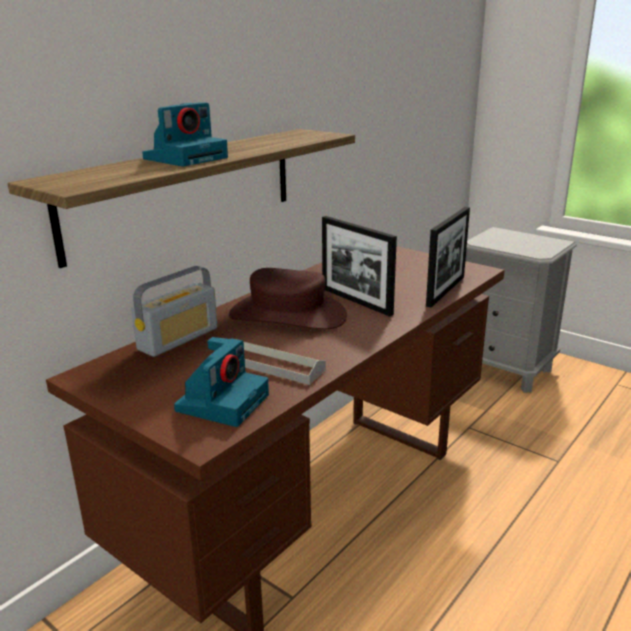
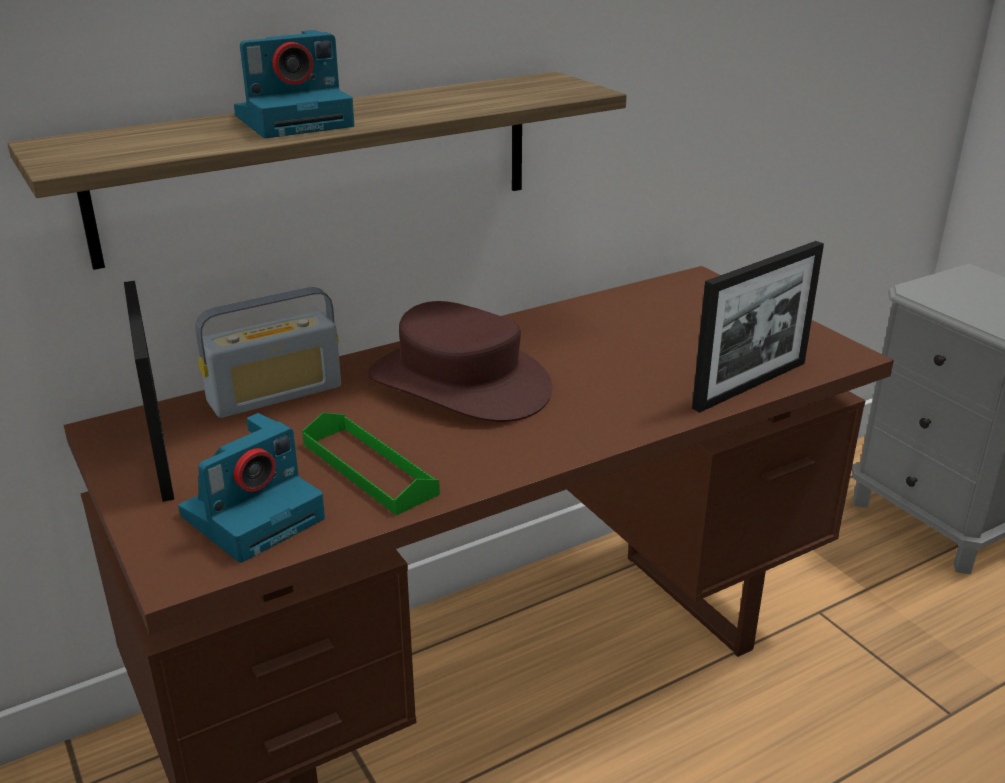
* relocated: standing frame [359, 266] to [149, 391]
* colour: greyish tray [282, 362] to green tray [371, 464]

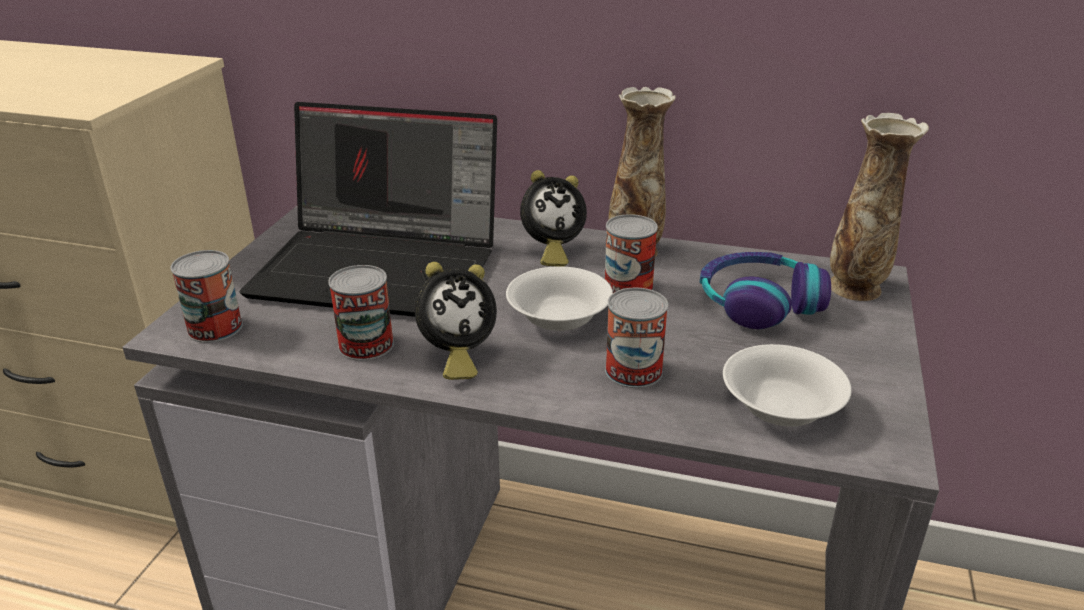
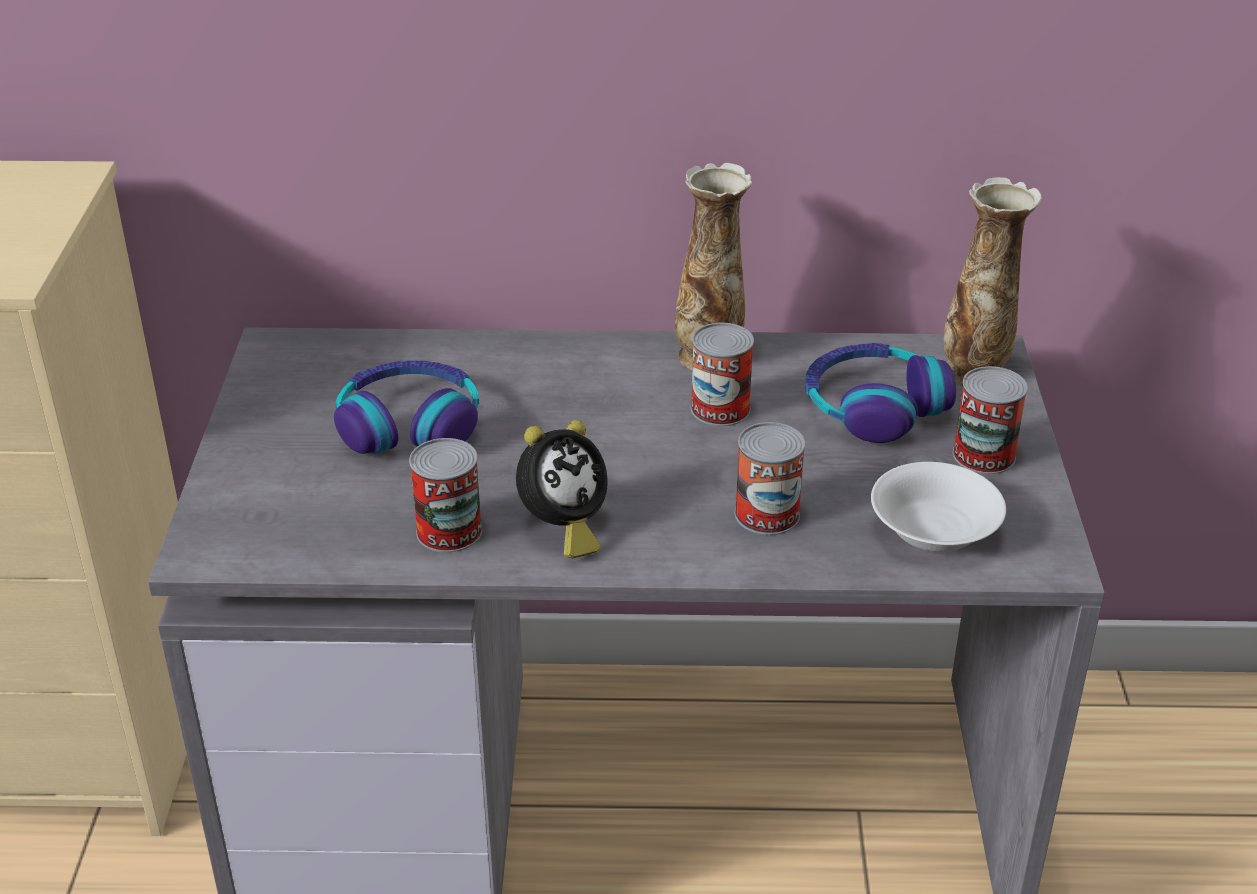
* missing: whitish deep dish [559, 298]
* missing: alarm clock [553, 218]
* relocated: can [206, 296] to [990, 420]
* exchanged: portable computer [368, 209] to pair of headphones [406, 407]

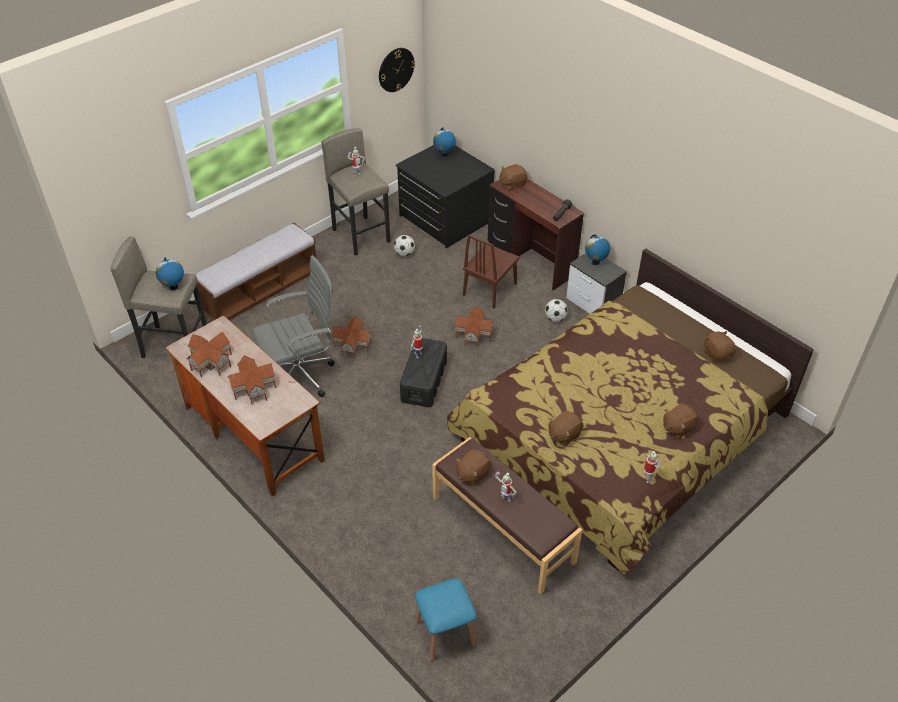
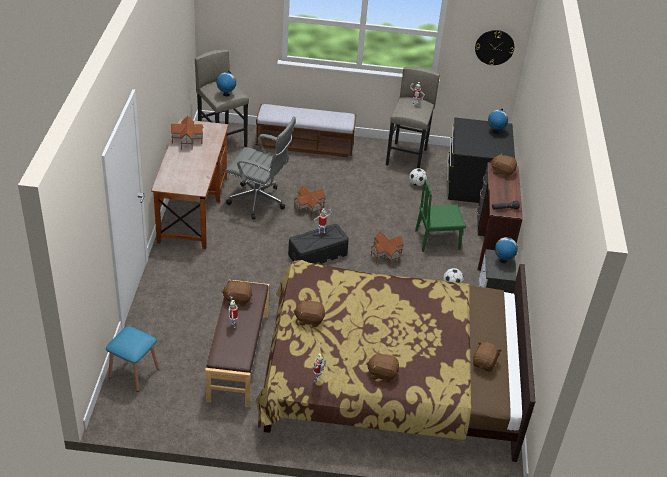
* missing: miniature house [251, 380]
* colour: brown plain chair [491, 272] to green plain chair [440, 215]

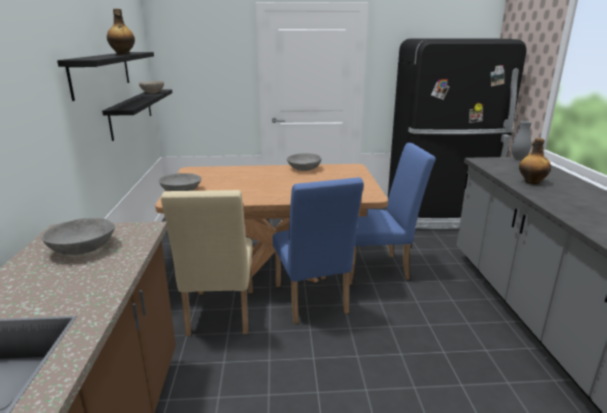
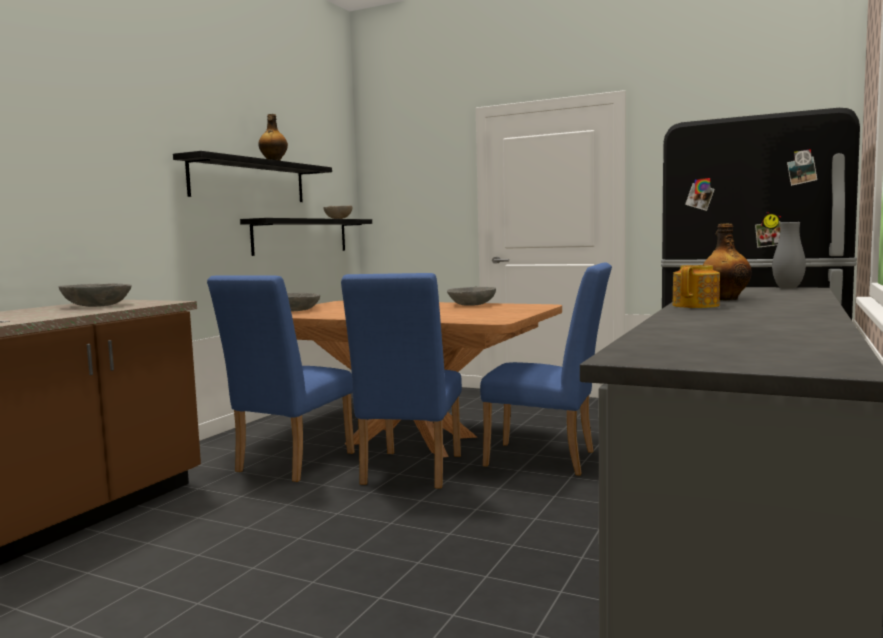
* appeared: pot for tea [696, 286]
* colour: beige plain chair [207, 263] to bluish plain chair [281, 379]

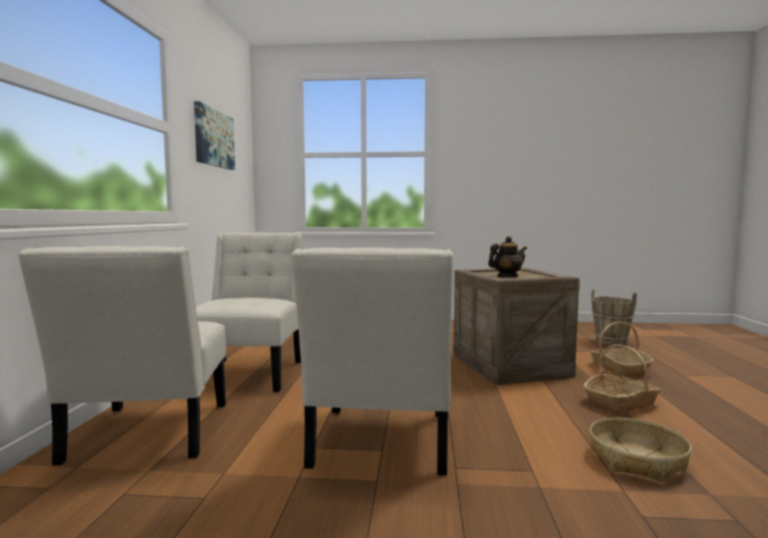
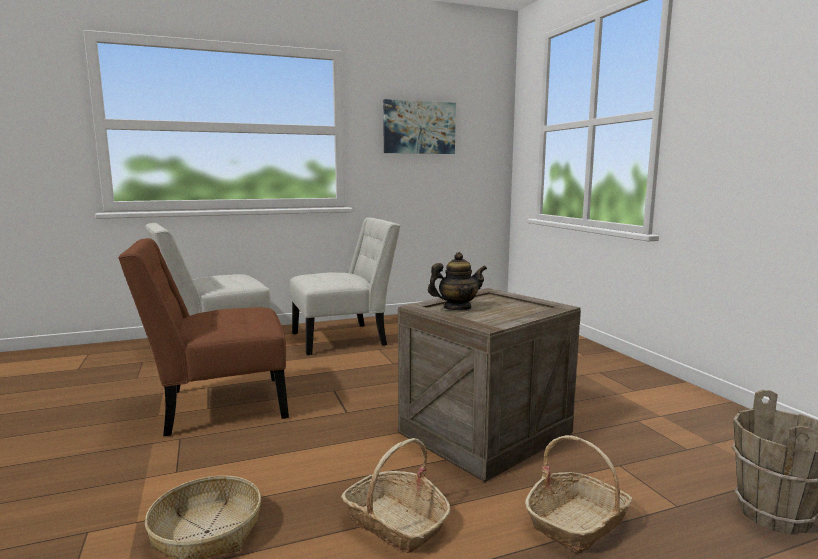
* colour: whitish plain chair [372, 361] to brown plain chair [203, 337]
* spun: pot for tea [507, 256] = [457, 281] 60 degrees counterclockwise

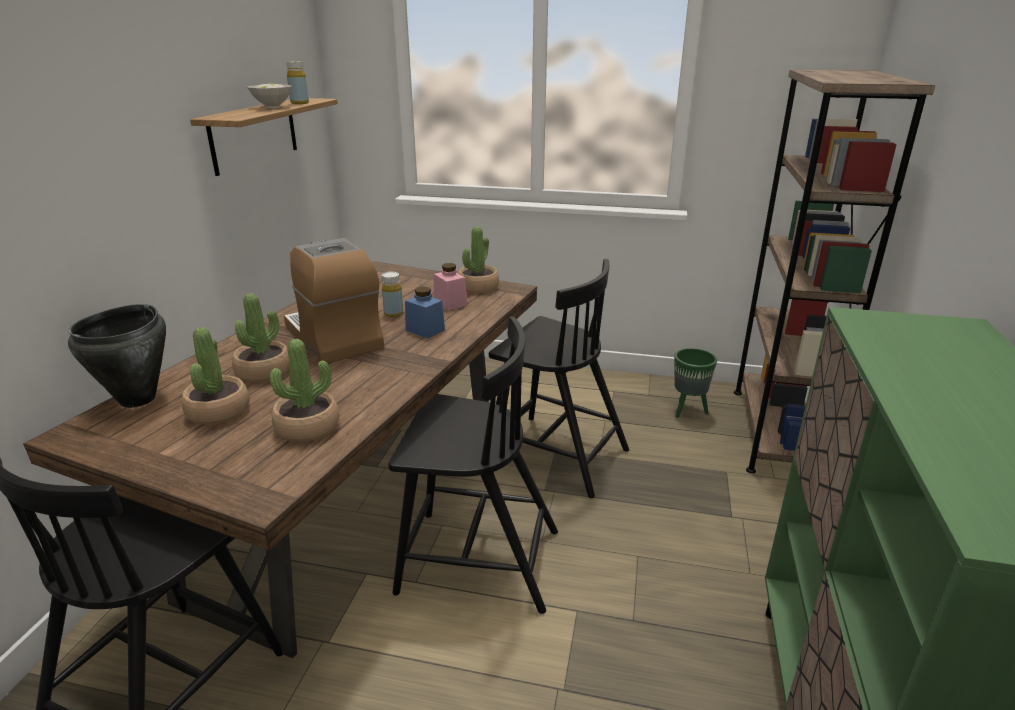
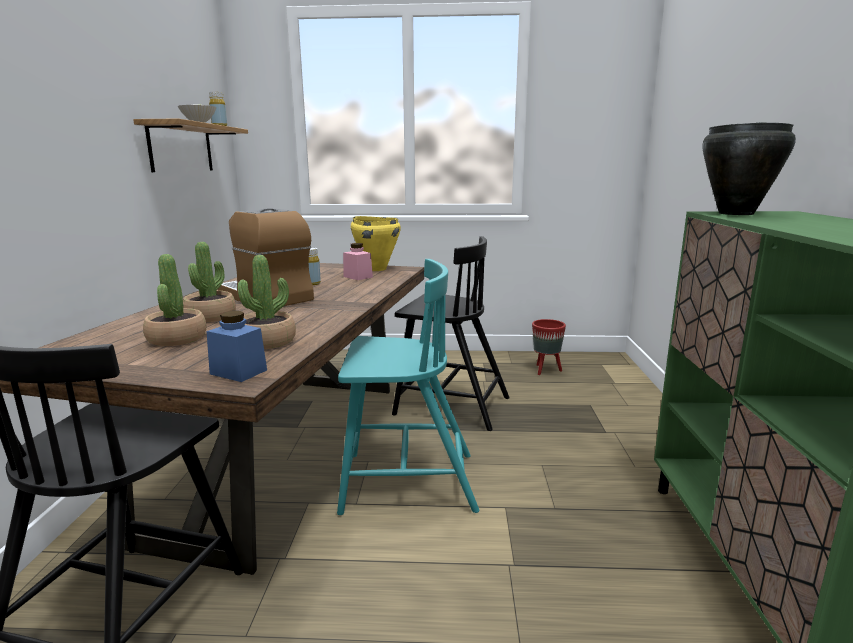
* missing: brown bookshelf [834, 272]
* relocated: black-coloured stockpot [117, 356] to [749, 168]
* relocated: bluish storage jar [425, 312] to [236, 346]
* exchanged: houseplant [478, 260] to yellow stockpot [376, 243]
* colour: black-coloured plain chair [473, 465] to blue-green plain chair [408, 387]
* colour: green planter [695, 383] to red-coloured planter [549, 347]

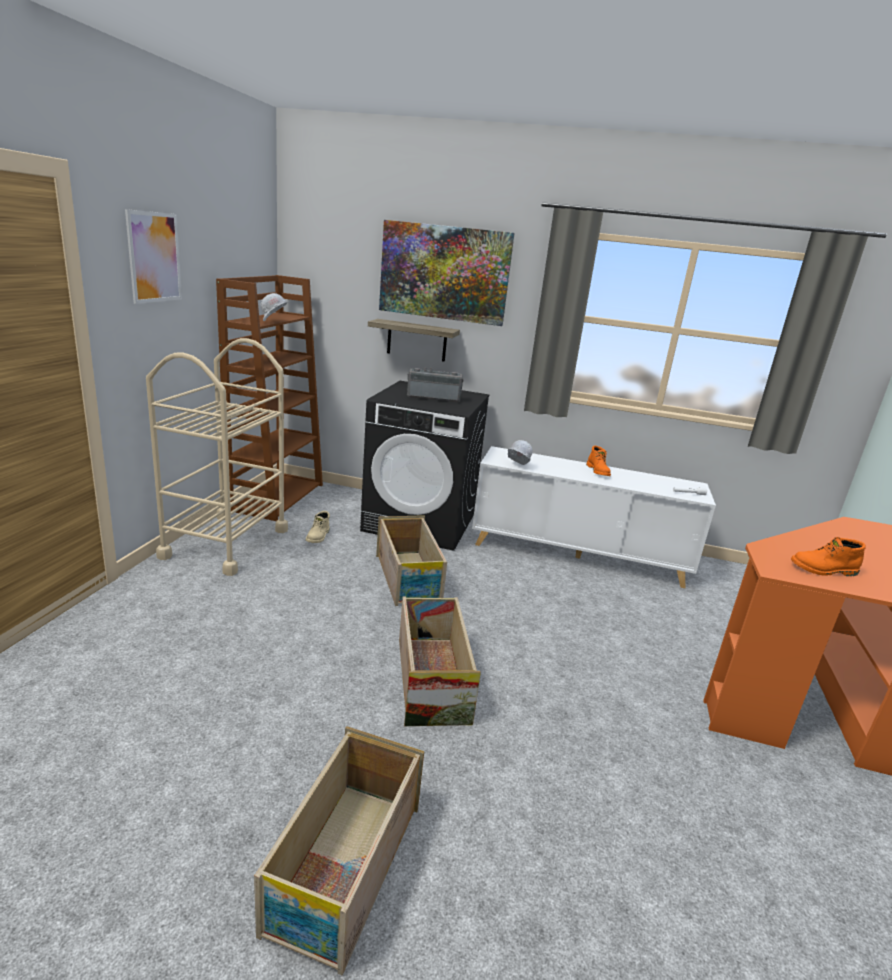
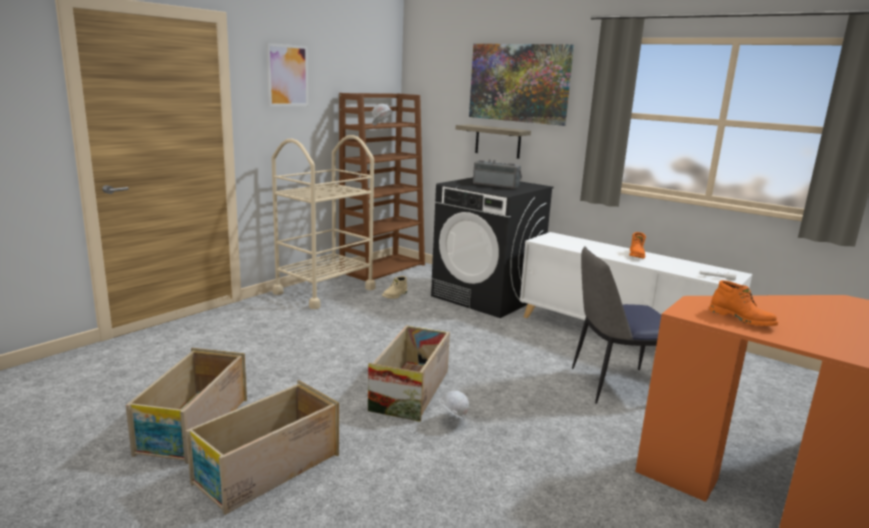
* appeared: plain chair [616, 325]
* relocated: packing crate [411, 560] to [186, 406]
* relocated: whitish work helmet [520, 452] to [454, 405]
* spun: orangey tall boot [828, 556] = [743, 303] 150 degrees counterclockwise

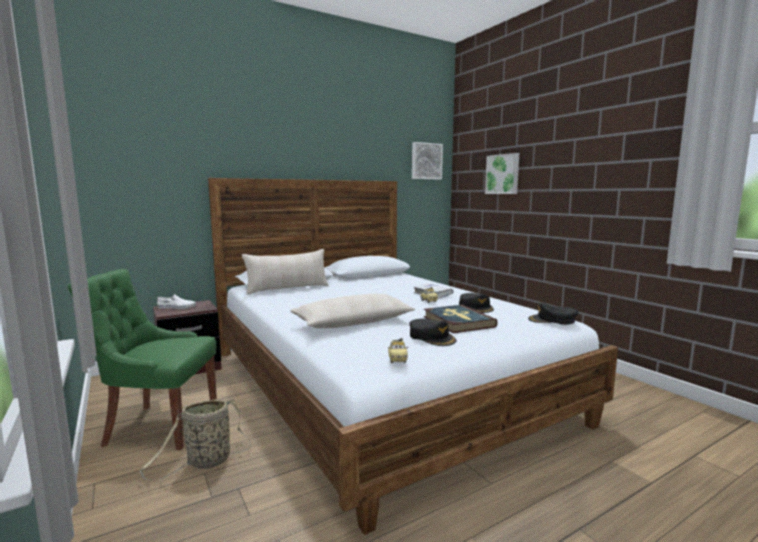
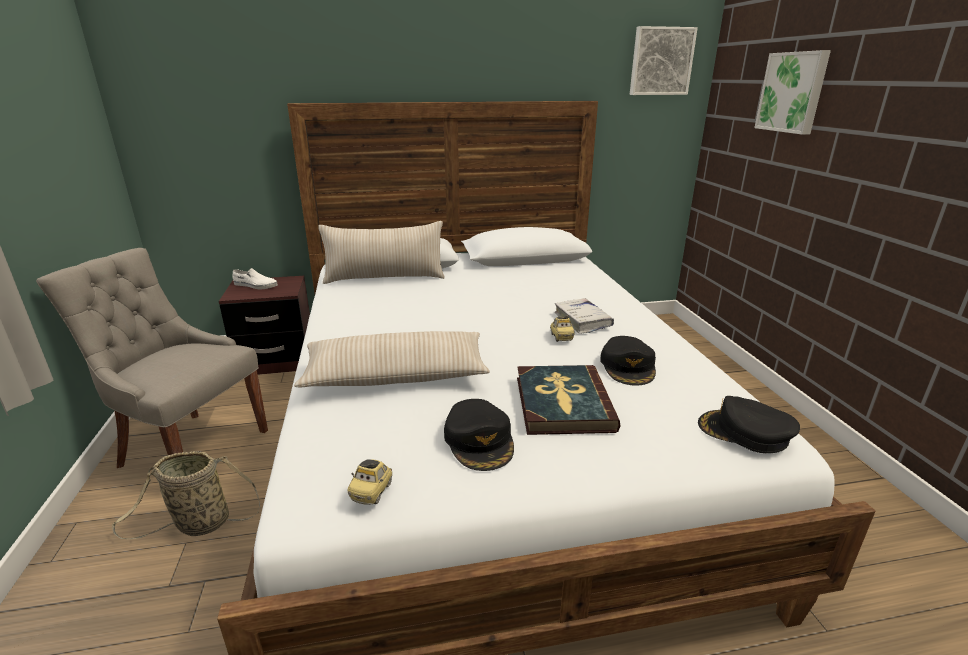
* colour: green plain chair [142, 359] to greyish plain chair [152, 358]

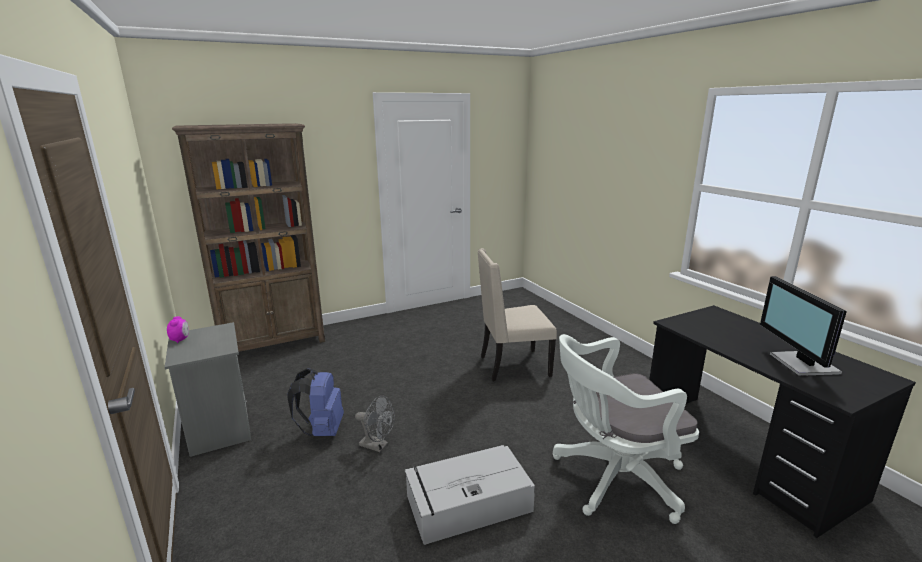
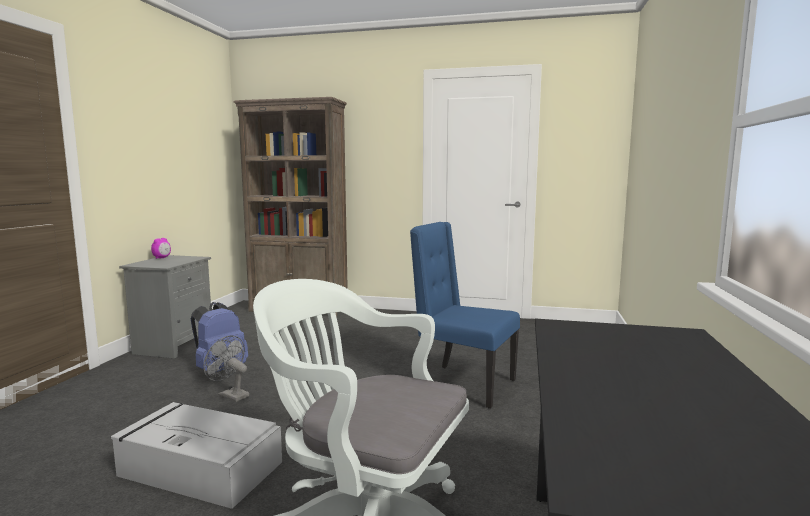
* missing: monitor [803, 326]
* colour: beige plain chair [517, 314] to bluish plain chair [465, 315]
* spun: greyish fan [375, 424] = [226, 369] 150 degrees clockwise

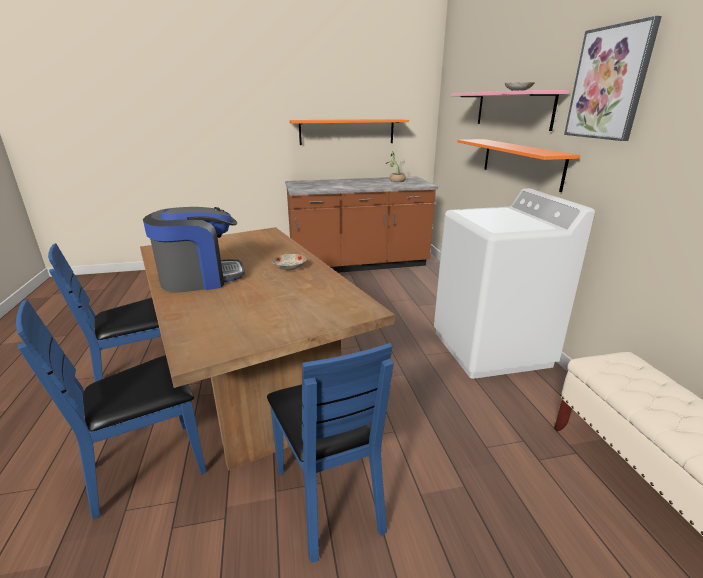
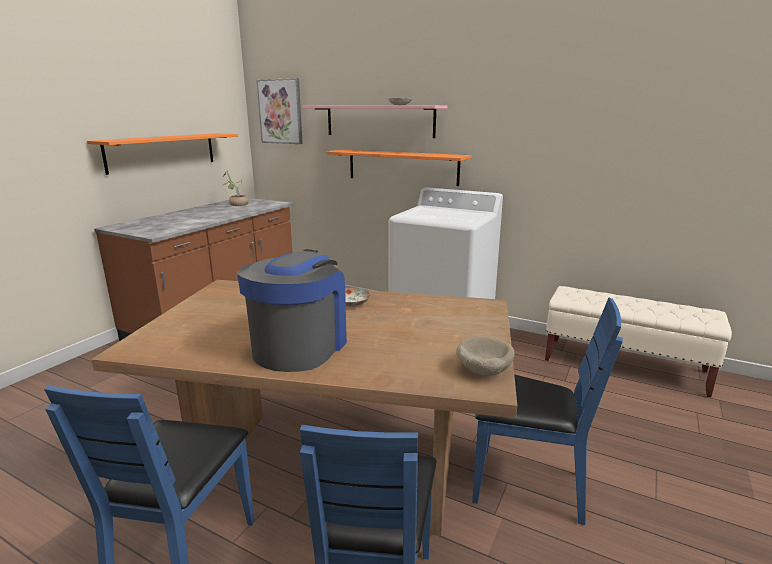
* appeared: beige deep dish [485, 356]
* relocated: picture [613, 78] to [279, 111]

